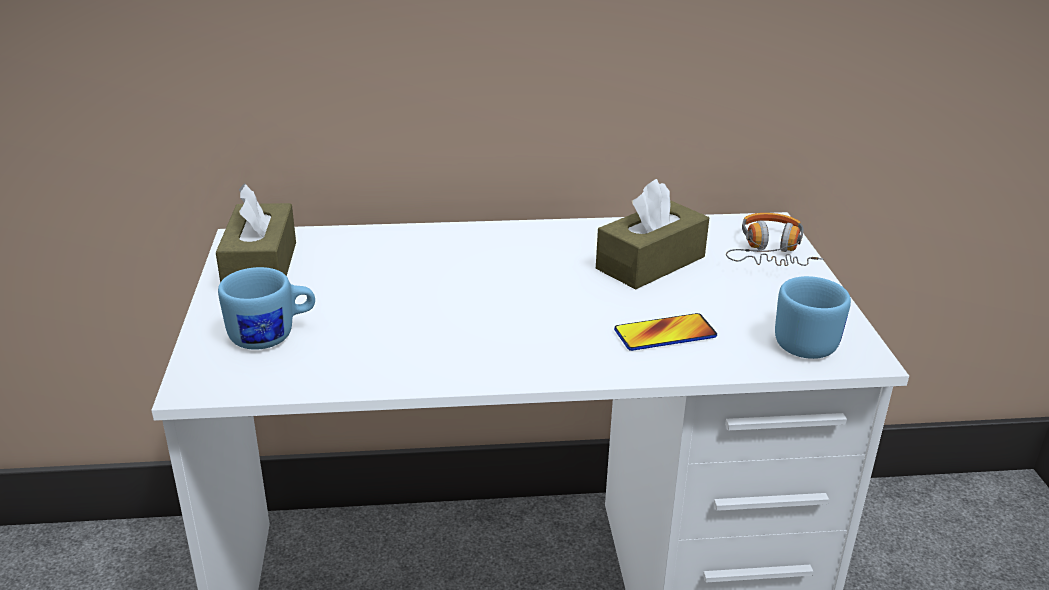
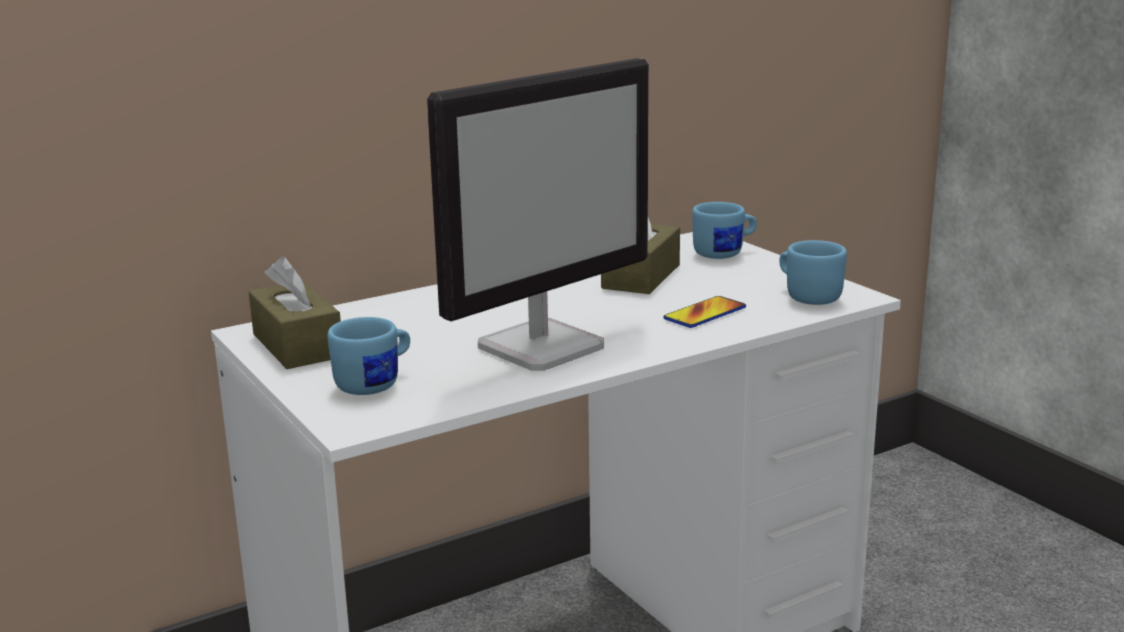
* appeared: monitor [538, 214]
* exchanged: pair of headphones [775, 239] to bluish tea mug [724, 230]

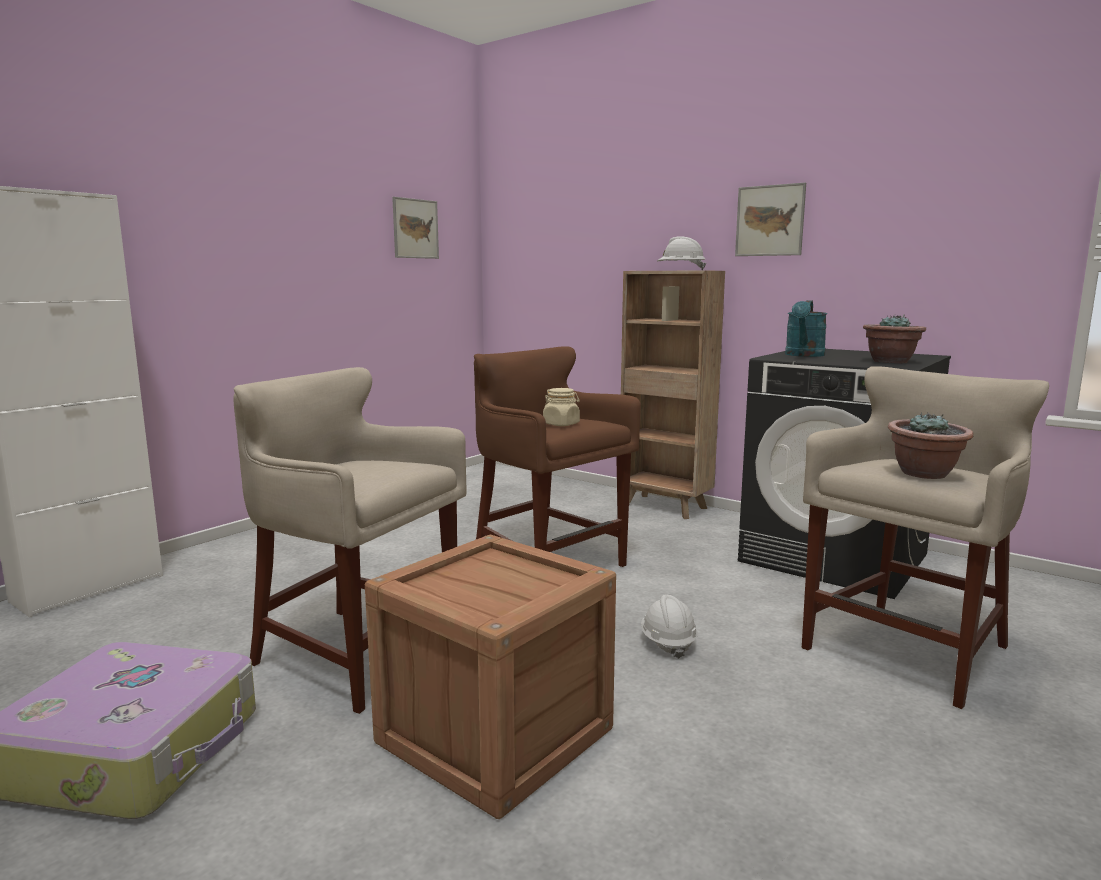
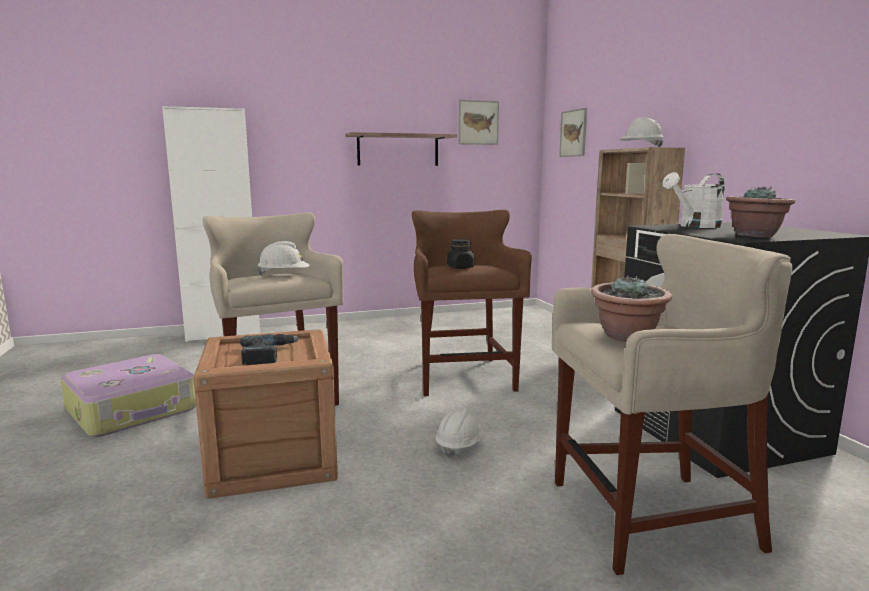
* appeared: electric drill [270, 349]
* appeared: whitish work helmet [283, 258]
* appeared: wall shelf [401, 149]
* relocated: picture [770, 219] to [573, 132]
* colour: beige storage jar [561, 407] to black-coloured storage jar [460, 254]
* colour: blue-green sprinkling can [806, 328] to whitish sprinkling can [694, 200]

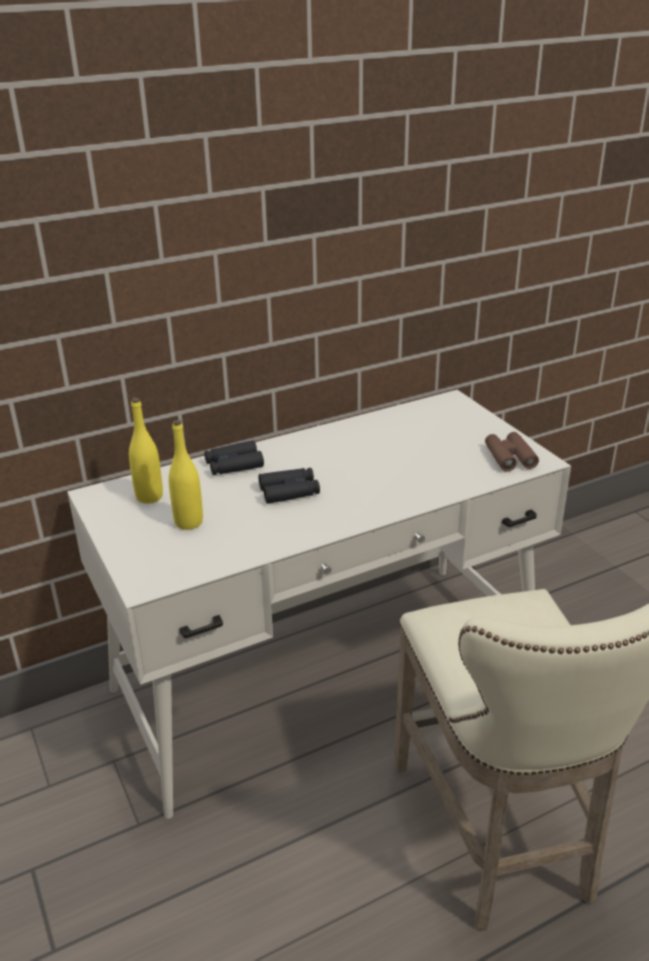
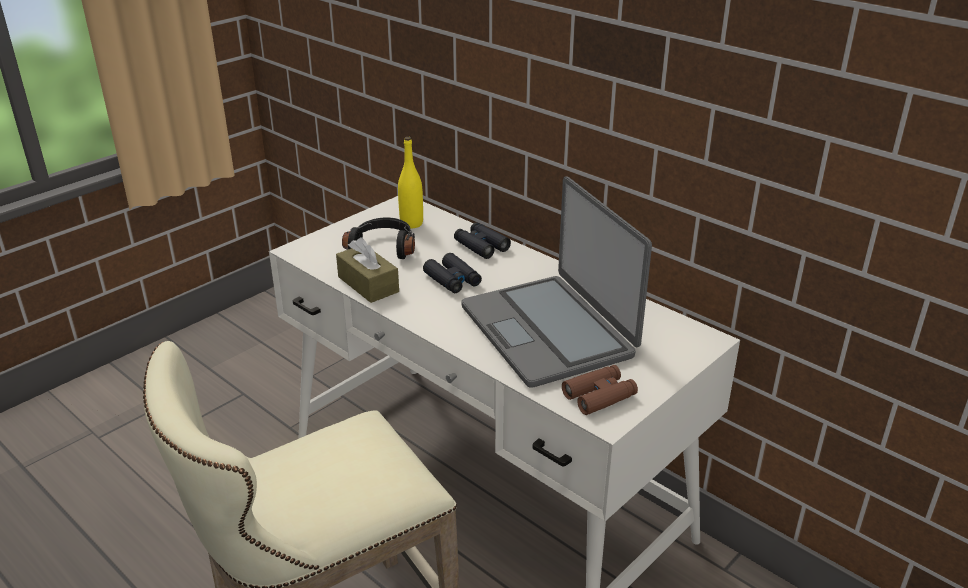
* appeared: brown box of tissues [367, 270]
* appeared: portable computer [556, 282]
* exchanged: yellow beverage bottle [186, 475] to black-coloured pair of headphones [378, 238]

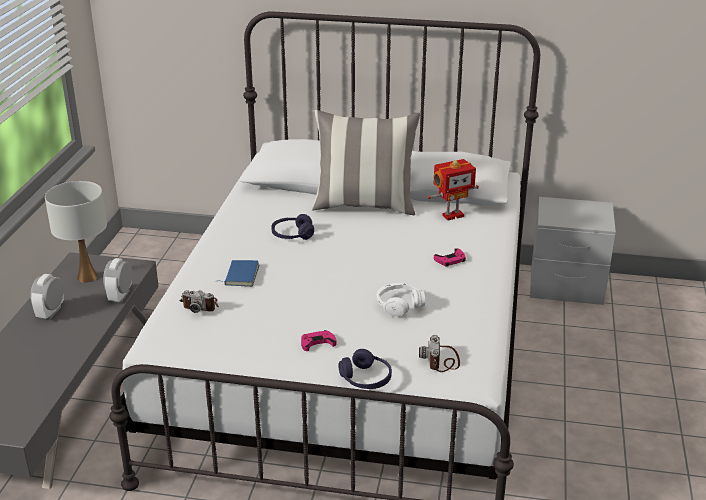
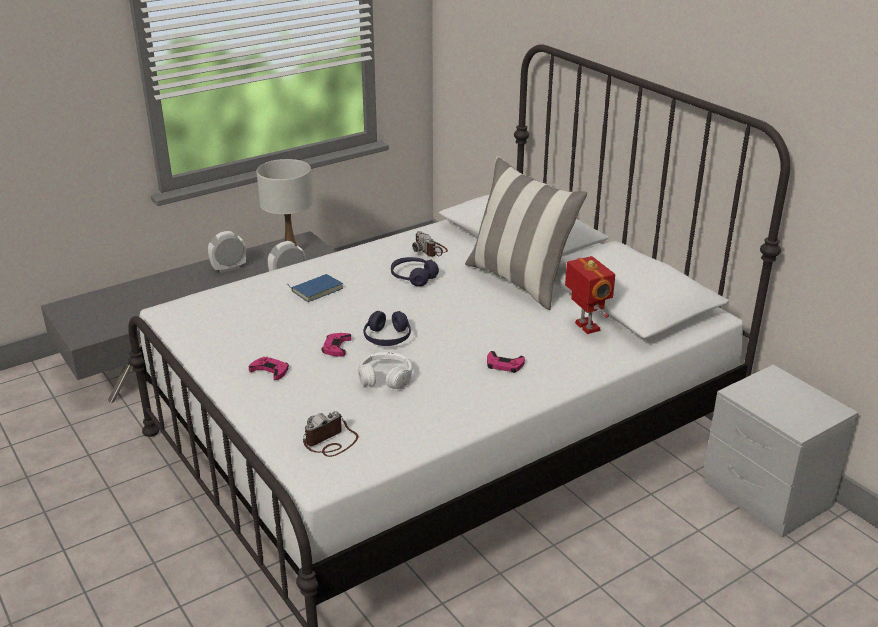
* appeared: pink joypad [336, 345]
* relocated: photo camera [199, 301] to [430, 244]
* relocated: purple-coloured pair of headphones [365, 369] to [387, 328]
* spun: robot figure [453, 190] = [590, 295] 135 degrees counterclockwise

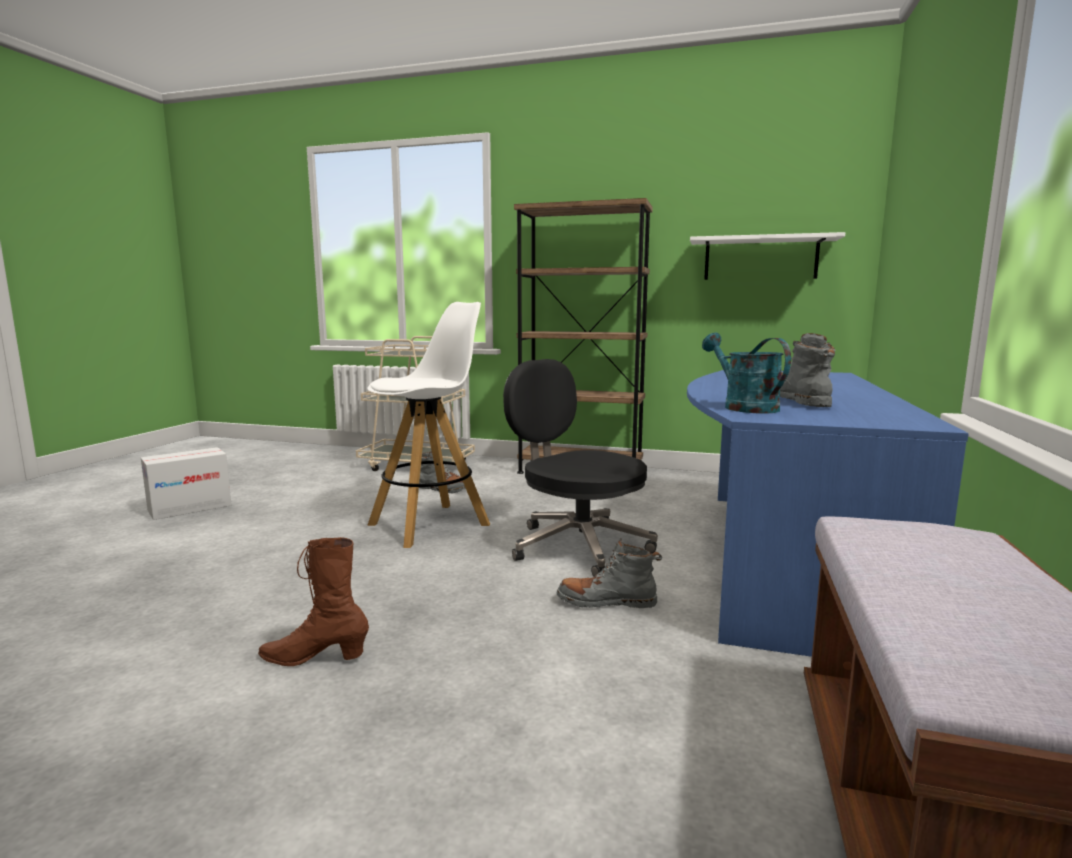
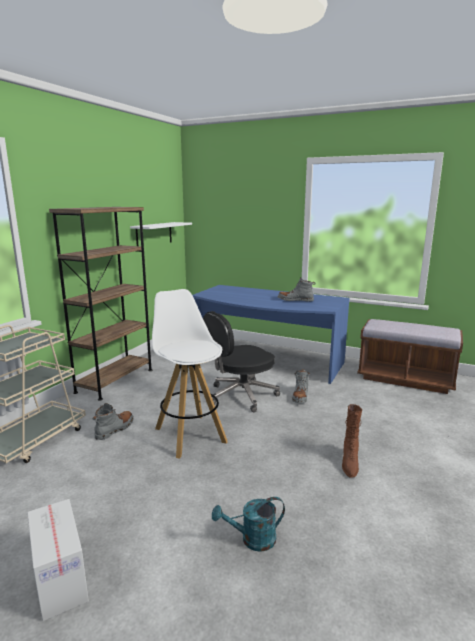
* relocated: blue-green sprinkling can [746, 373] to [248, 524]

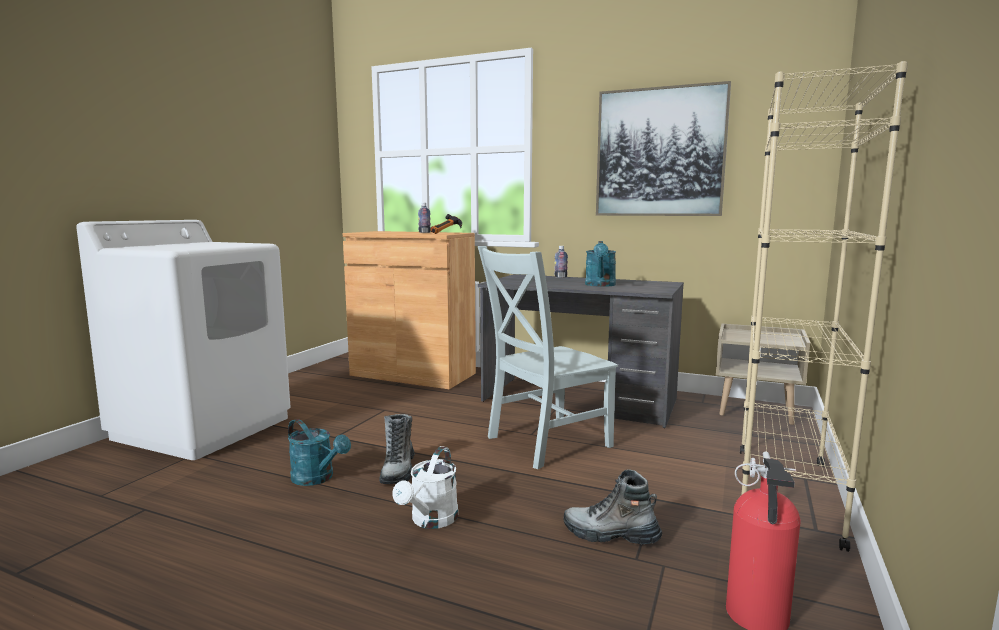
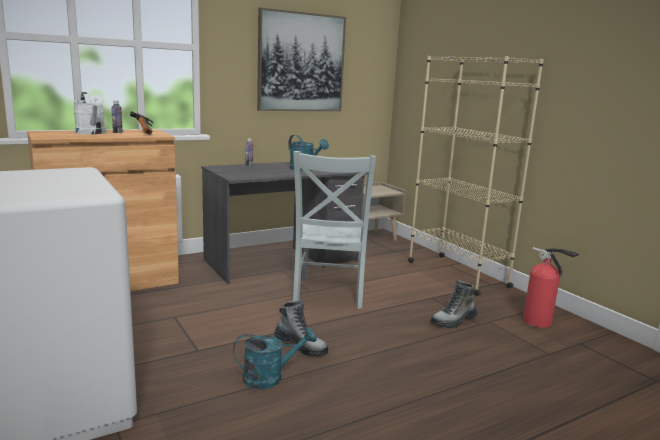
* relocated: whitish sprinkling can [425, 487] to [89, 113]

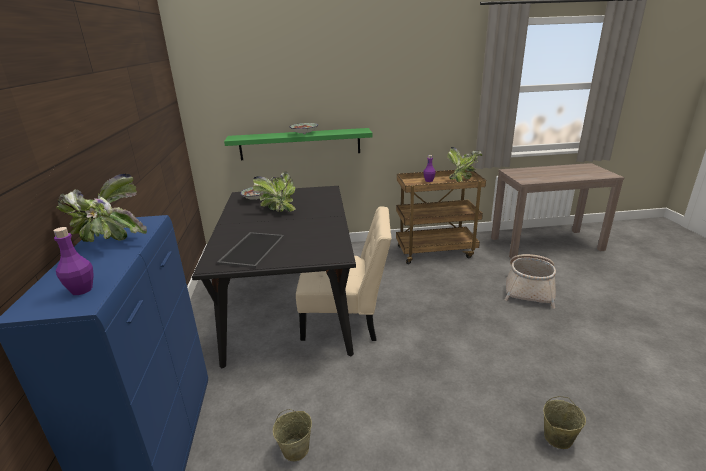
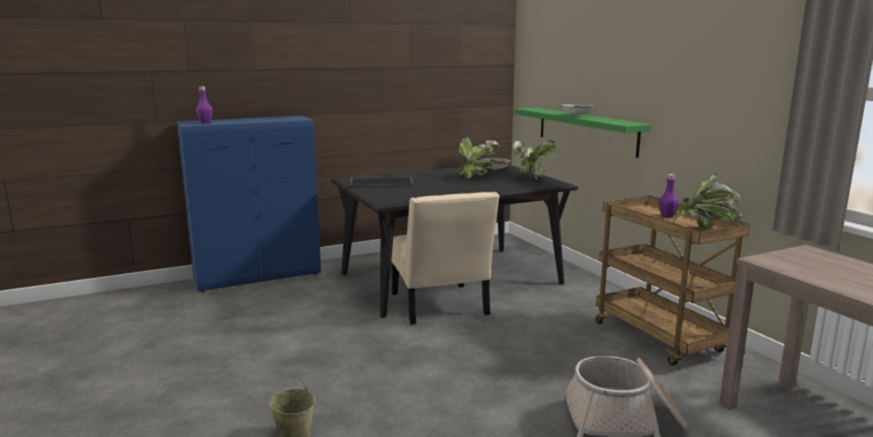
* missing: beige pail [292, 435]
* relocated: houseplant [102, 207] to [535, 160]

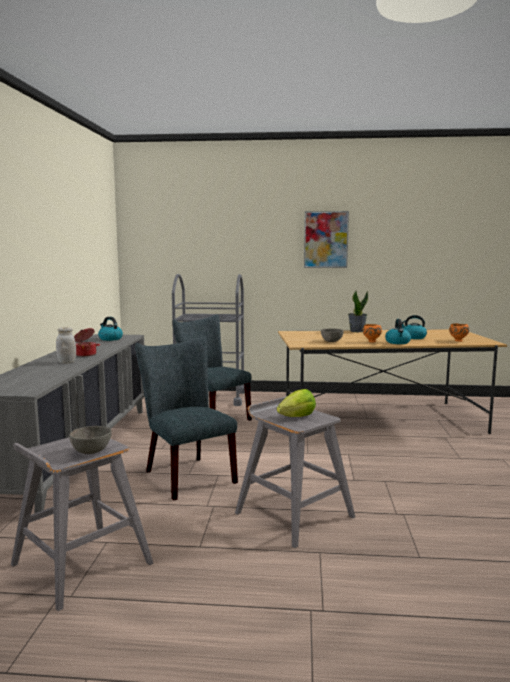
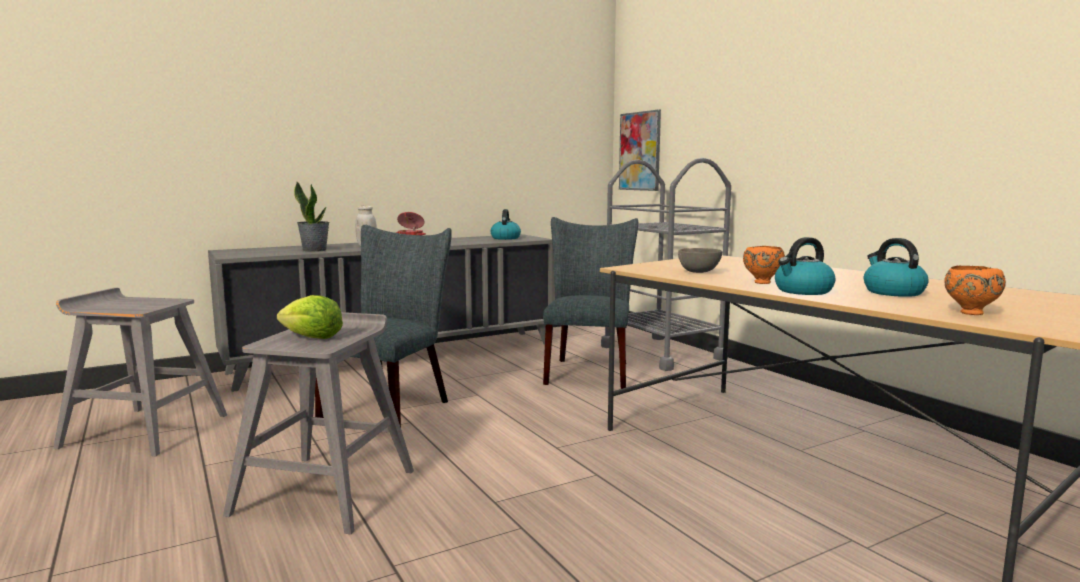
* missing: greyish deep dish [90, 440]
* relocated: picture [326, 239] to [640, 150]
* relocated: houseplant [358, 311] to [312, 217]

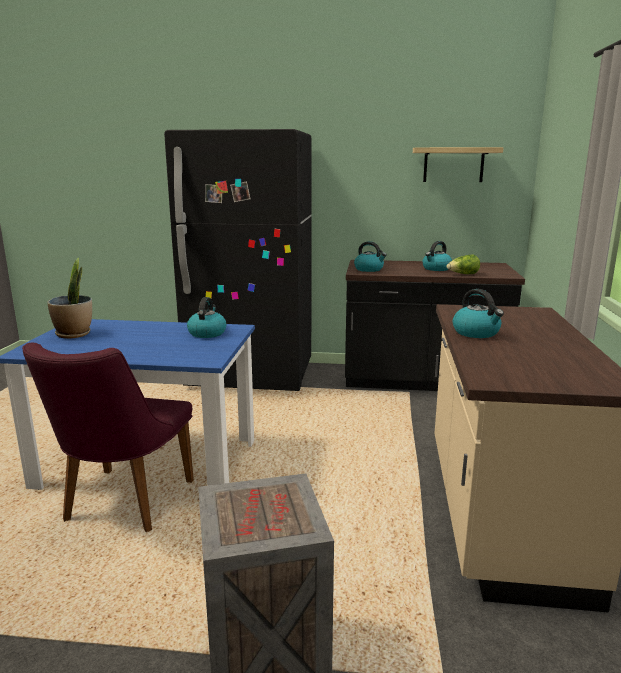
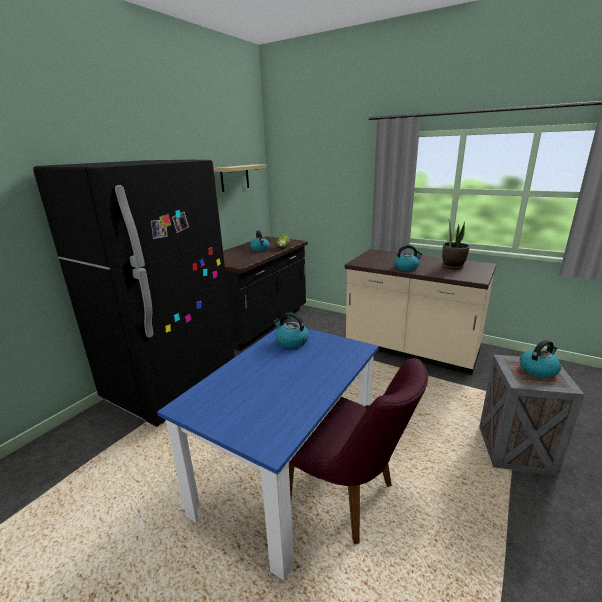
* relocated: houseplant [69, 298] to [456, 245]
* relocated: tea kettle [370, 256] to [540, 359]

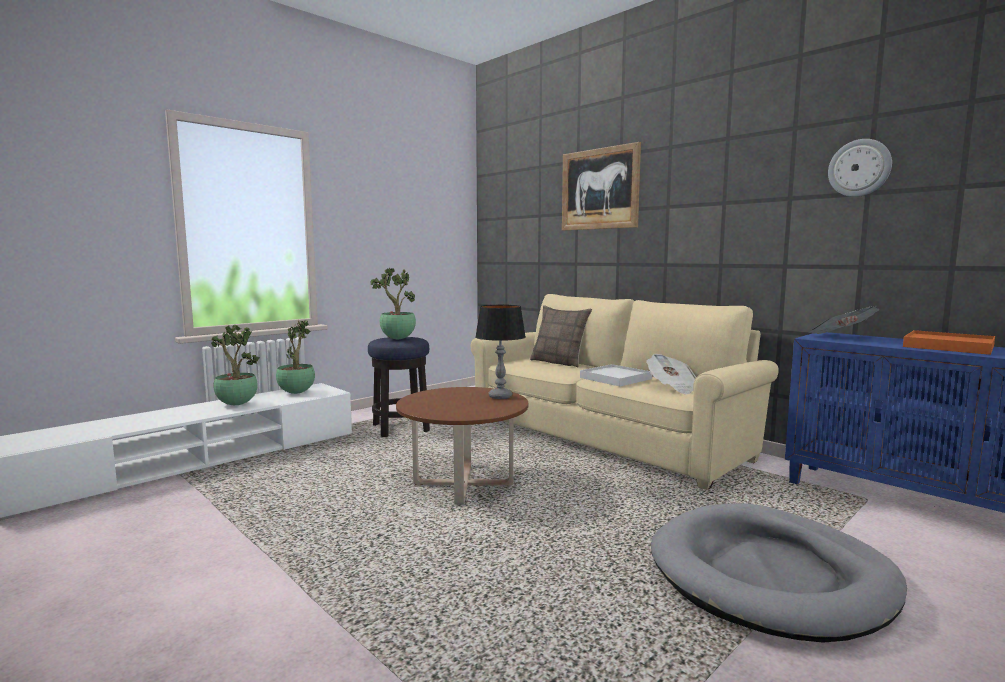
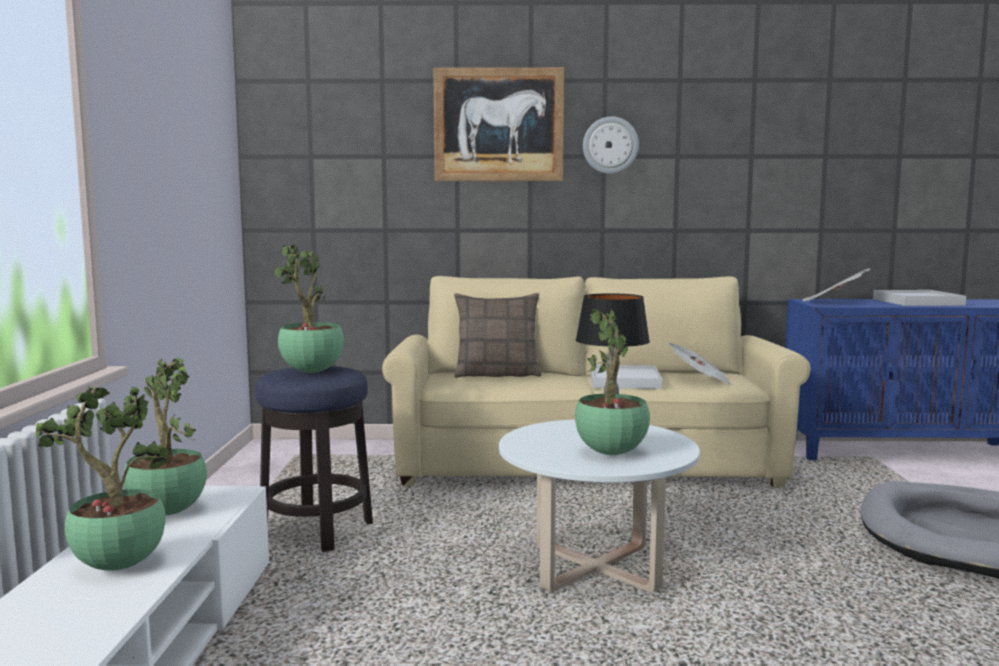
* appeared: houseplant [612, 381]
* relocated: hanging clock [860, 168] to [611, 145]
* colour: brown coffee table [462, 446] to whitish coffee table [599, 506]
* colour: orangey tray [949, 342] to whitish tray [919, 298]

